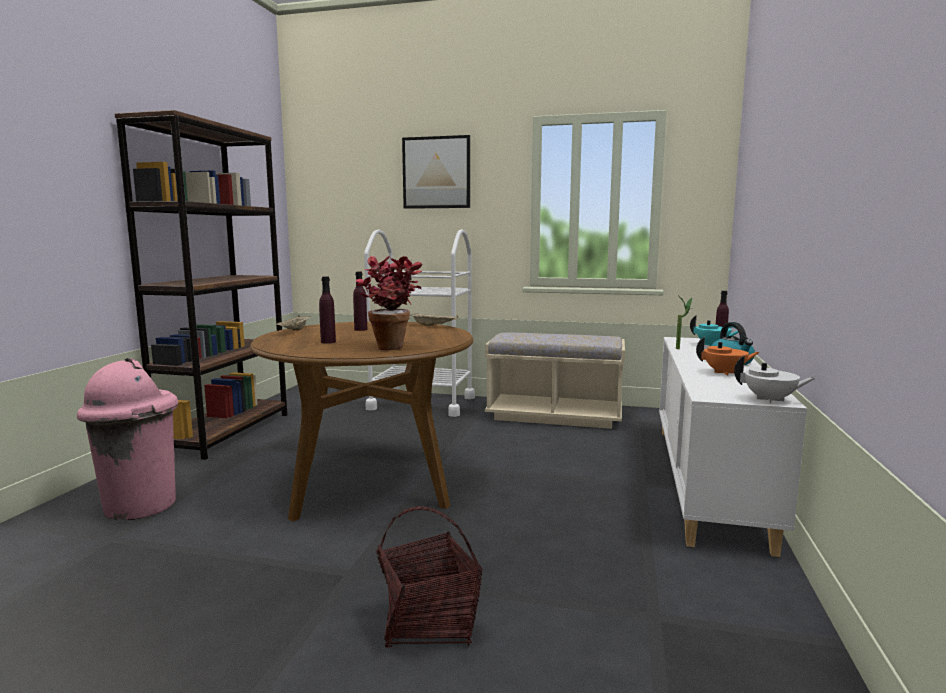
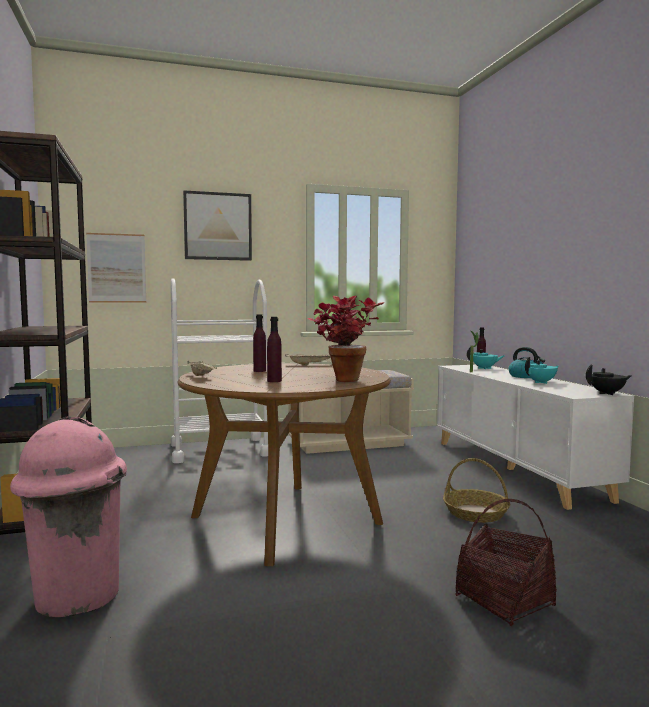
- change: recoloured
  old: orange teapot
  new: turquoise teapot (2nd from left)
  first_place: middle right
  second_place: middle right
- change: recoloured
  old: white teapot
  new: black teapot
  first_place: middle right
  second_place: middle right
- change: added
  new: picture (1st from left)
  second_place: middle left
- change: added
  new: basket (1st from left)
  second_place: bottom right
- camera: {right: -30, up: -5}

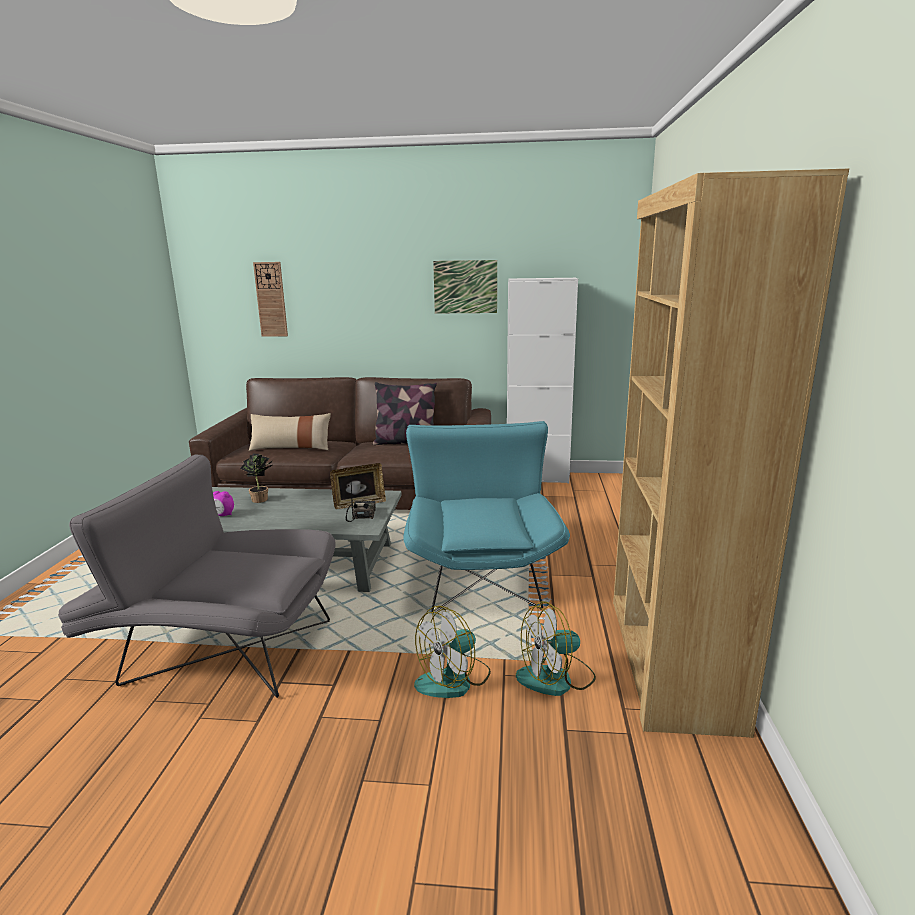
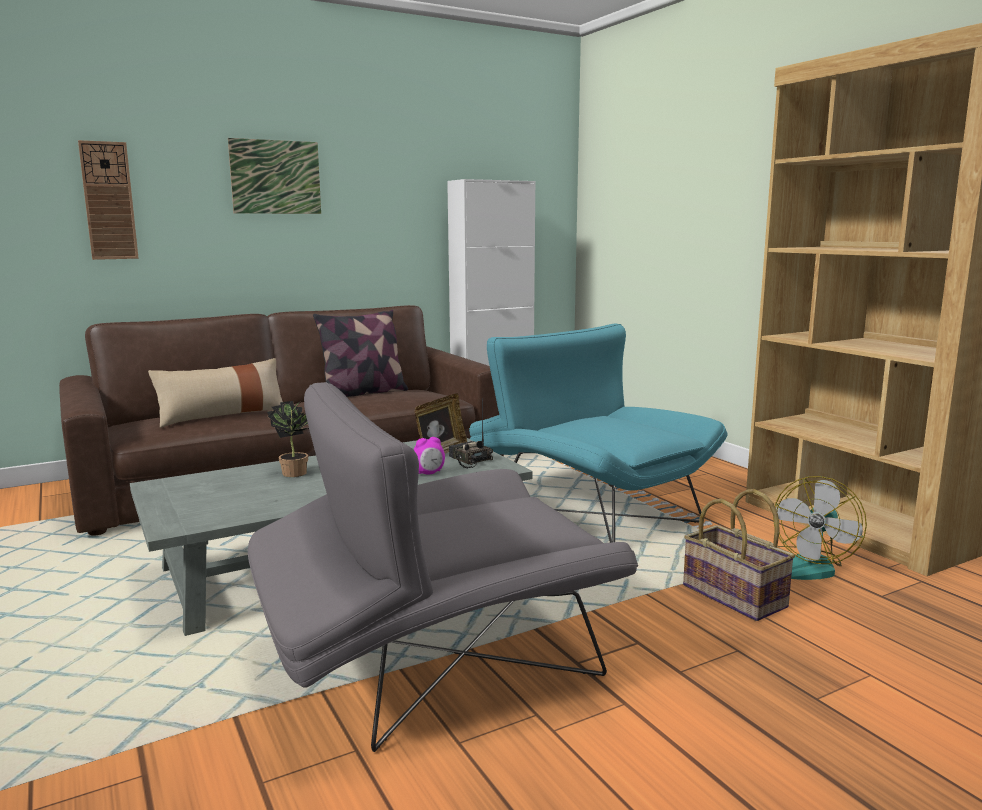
- change: moved
  old: alarm clock
  first_place: middle left
  second_place: centre
- change: replaced
  old: fan (1st from left)
  new: basket
  first_place: bottom centre
  second_place: bottom right
- change: moved
  old: picture
  first_place: top centre
  second_place: top left
- camera: {right: -35, up: -5}

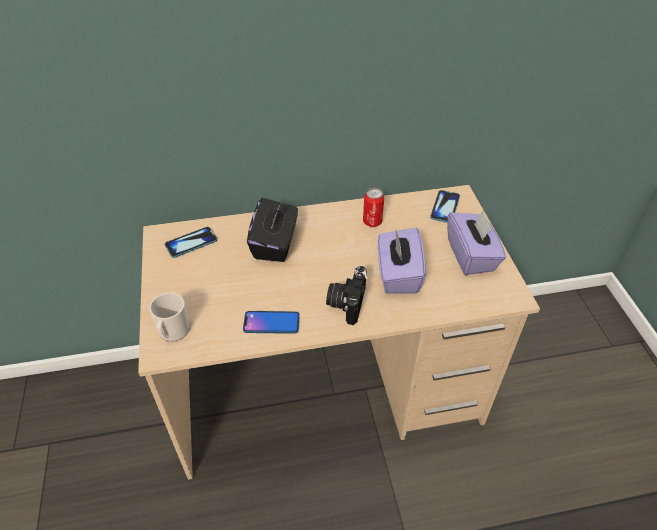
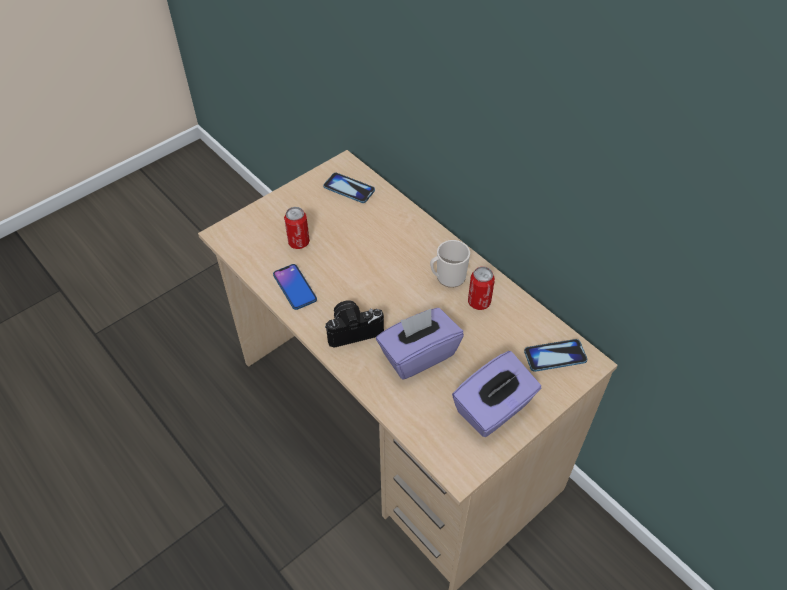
- change: moved
  old: mug
  first_place: middle left
  second_place: centre
- change: removed
  old: black tissue box
  first_place: centre
- change: added
  new: can (1st from left)
  second_place: centre
- camera: {right: 60, up: 5}

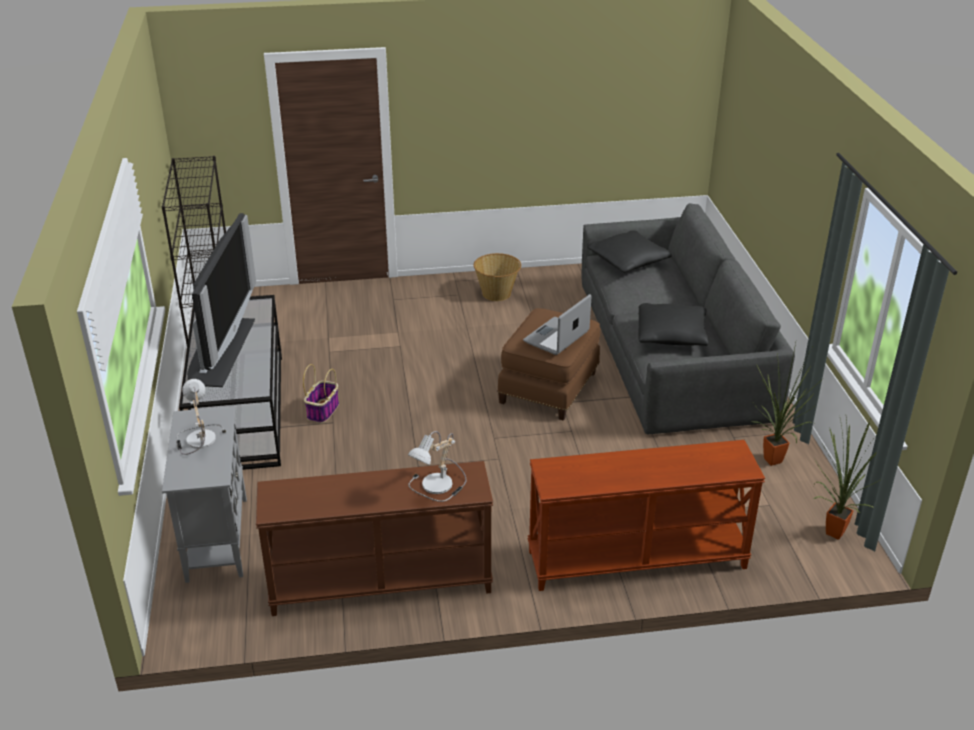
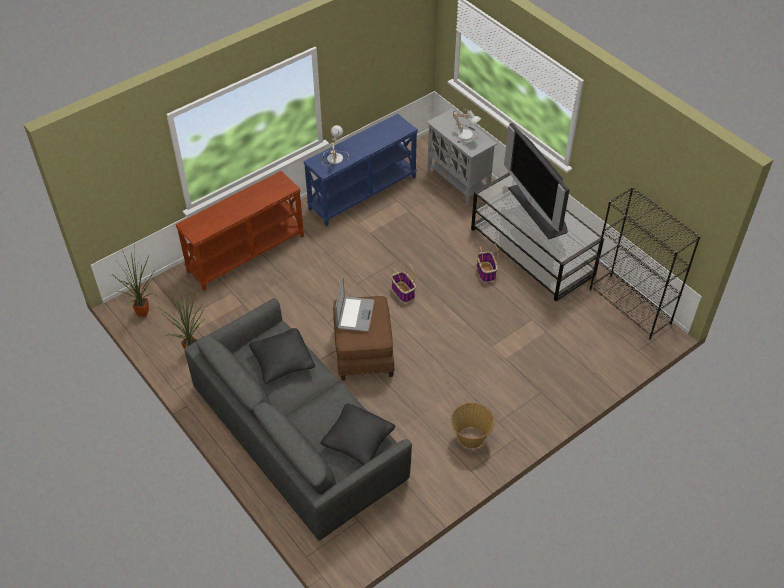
- change: recoloured
  old: brown console table (1st from left)
  new: blue console table
  first_place: bottom centre
  second_place: top centre
- change: added
  new: basket (1st from left)
  second_place: centre
- camera: {right: 150, up: 15}

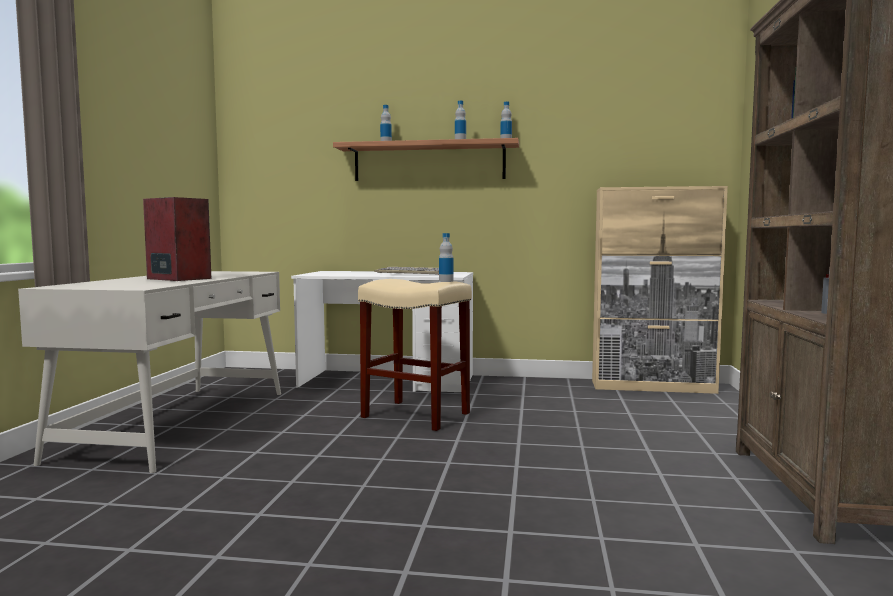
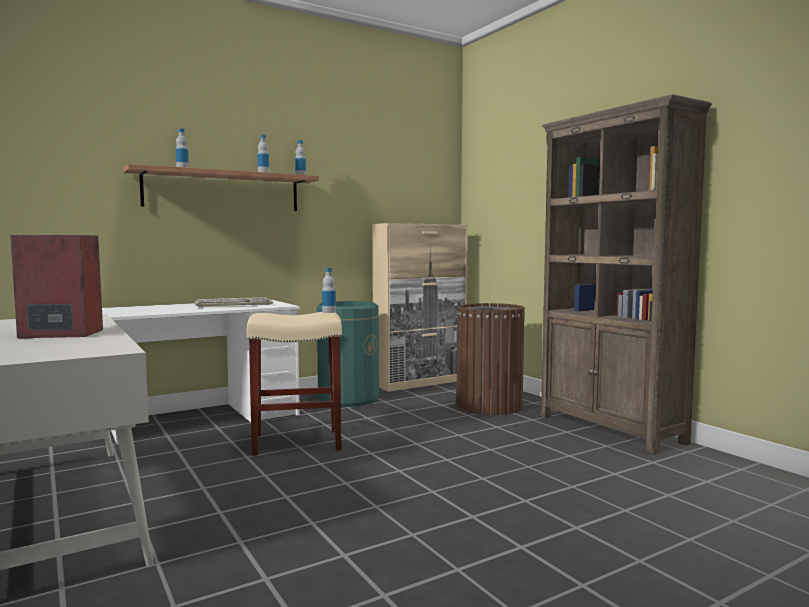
- change: added
  new: green trash can
  second_place: centre
- change: added
  new: brown trash can
  second_place: centre
- camera: {right: -40, up: 0}

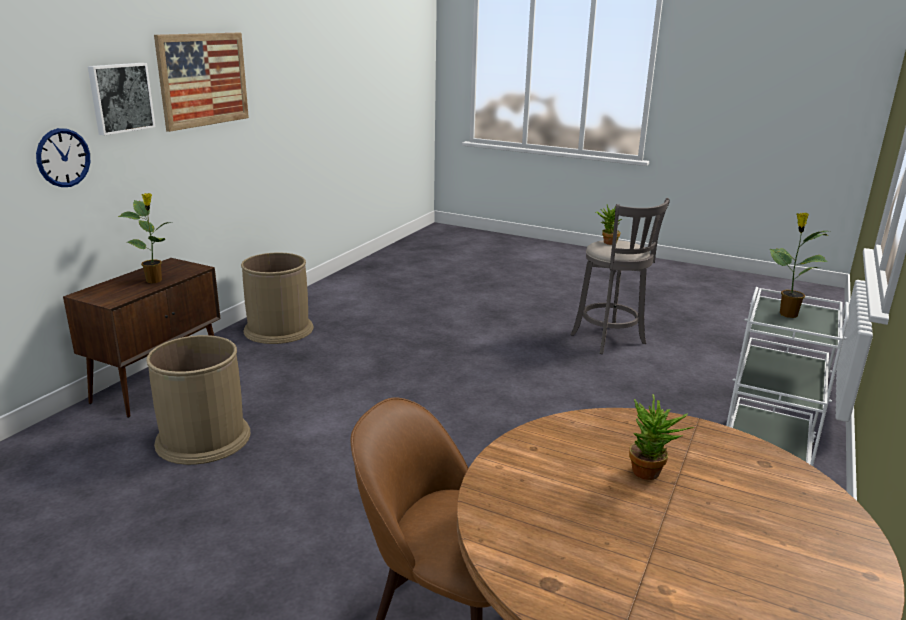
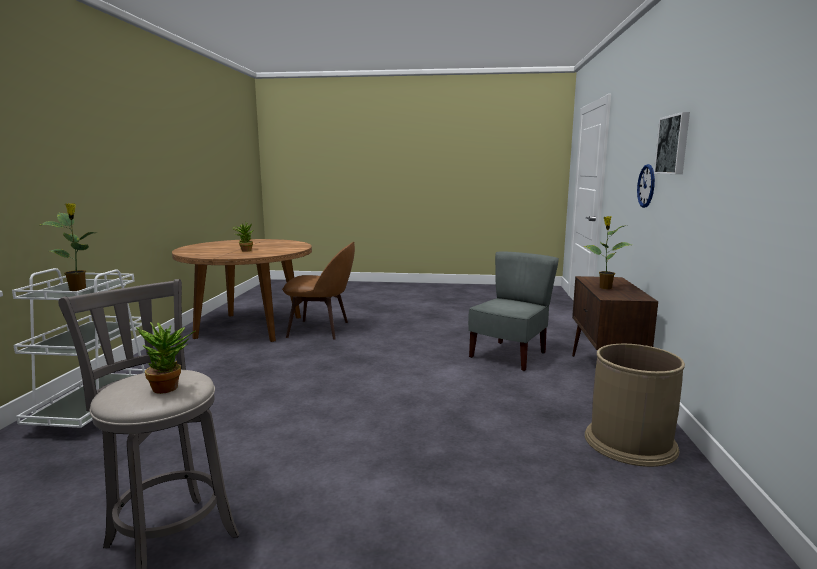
- change: replaced
  old: brown trash can (1st from left)
  new: grey chair
  first_place: middle left
  second_place: centre
- change: removed
  old: picture (2nd from left)
  first_place: top left
- camera: {right: 160, up: -10}

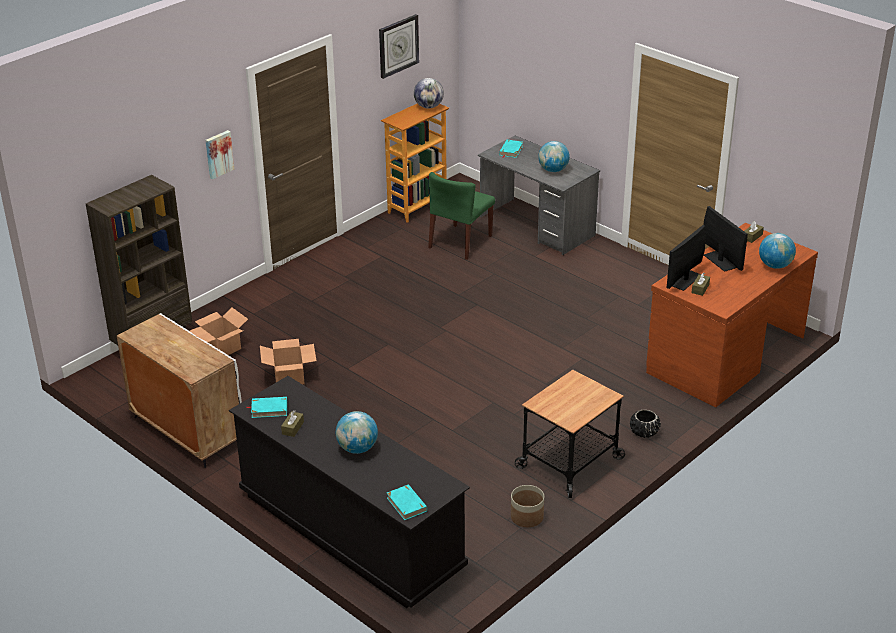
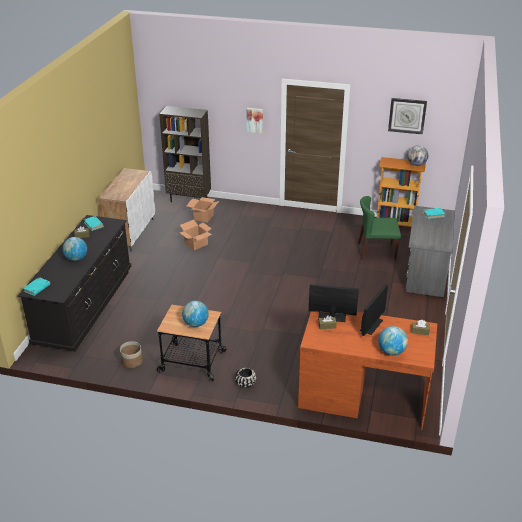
- change: moved
  old: globe (3rd from left in the first image)
  new: globe (2nd from left)
  first_place: top centre
  second_place: centre
- camera: {right: 60, up: 0}

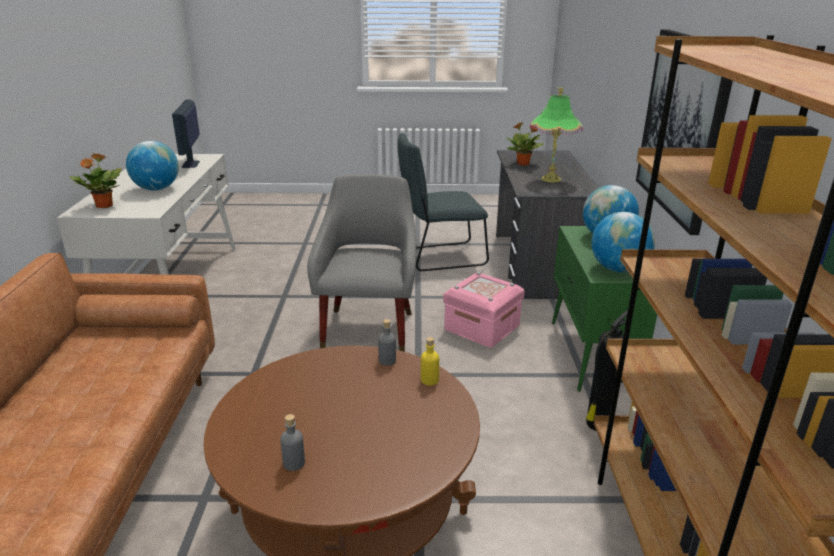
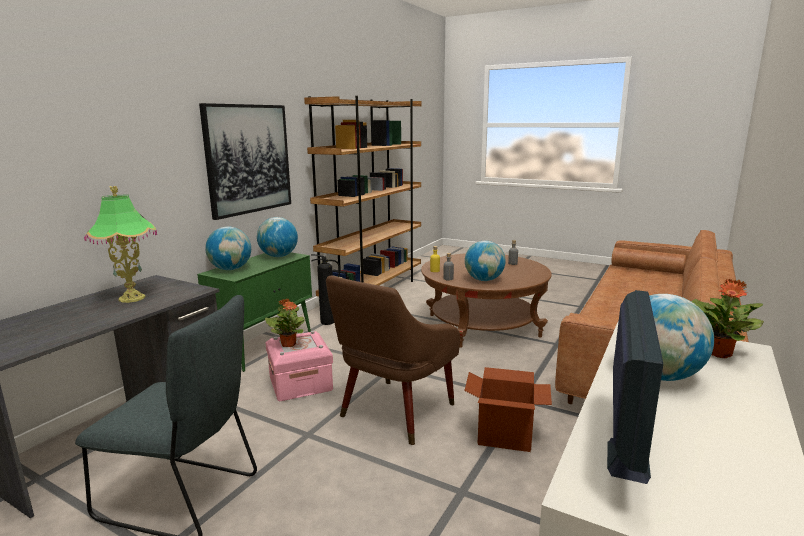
- change: recoloured
  old: grey armchair
  new: brown armchair
  first_place: centre
  second_place: bottom centre
- change: moved
  old: potted plant (2nd from left in the first image)
  new: potted plant (1st from left)
  first_place: top centre
  second_place: centre
- change: added
  new: cardboard box
  second_place: bottom centre
- change: added
  new: globe (3rd from left)
  second_place: centre
- camera: {right: -150, up: -10}

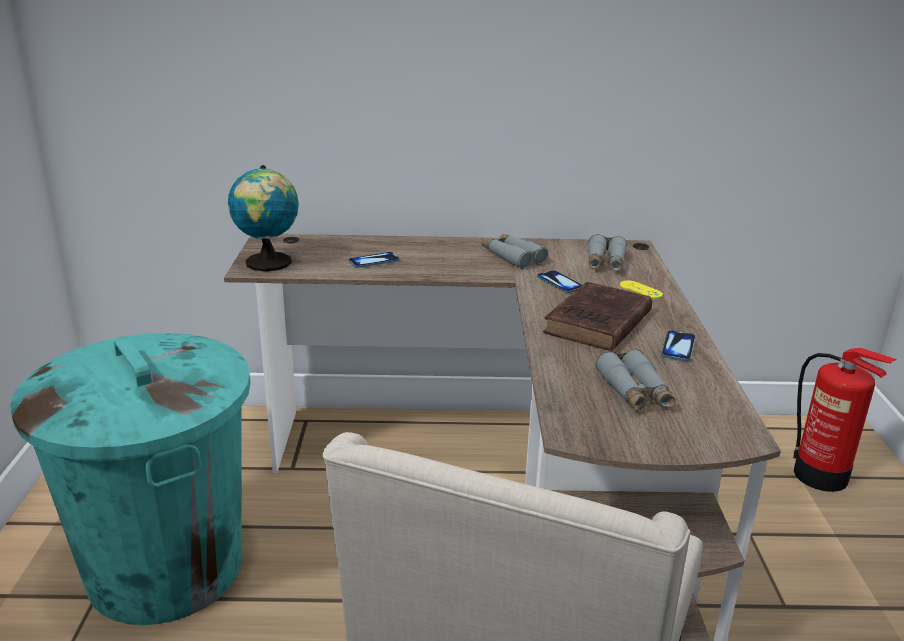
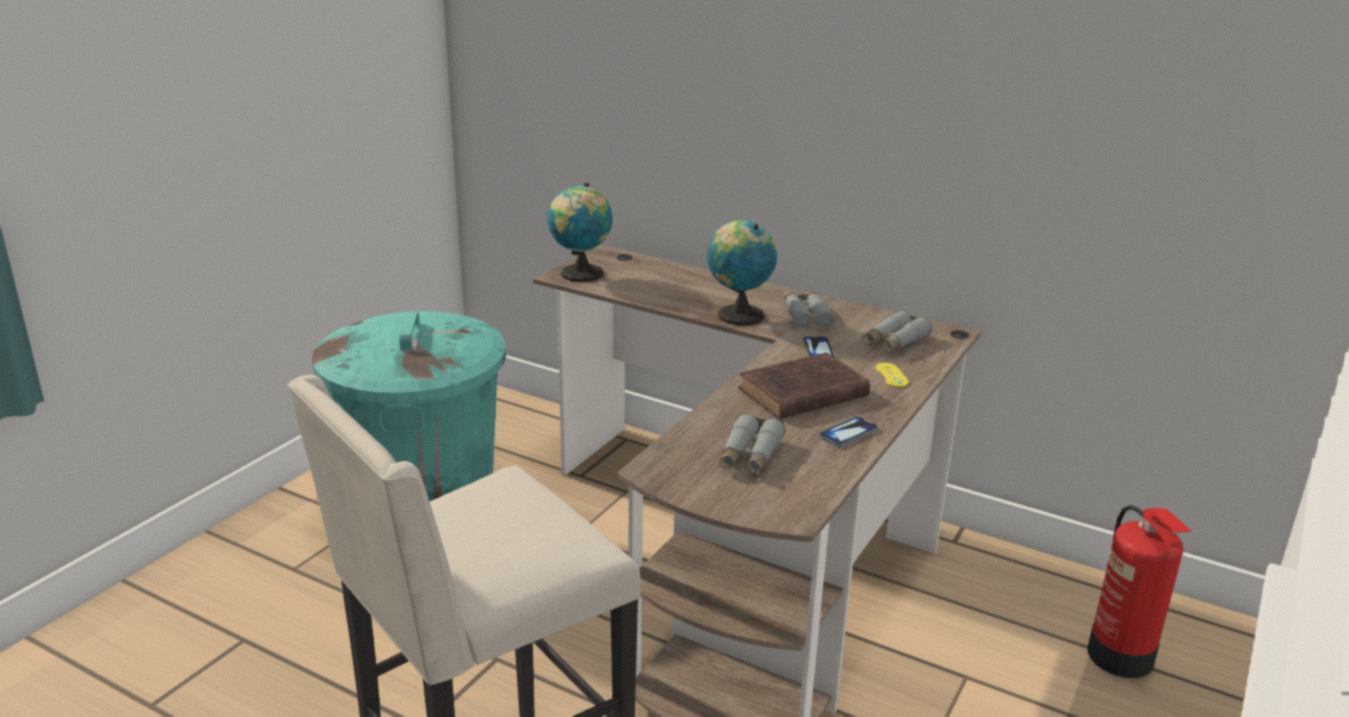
- change: removed
  old: phone (1st from left)
  first_place: centre
- change: added
  new: globe (2nd from left)
  second_place: centre
- camera: {right: 30, up: 0}

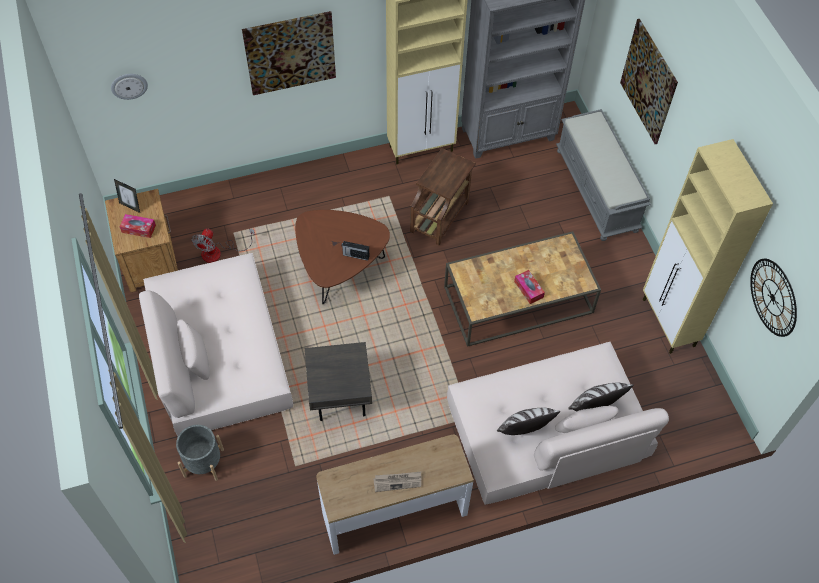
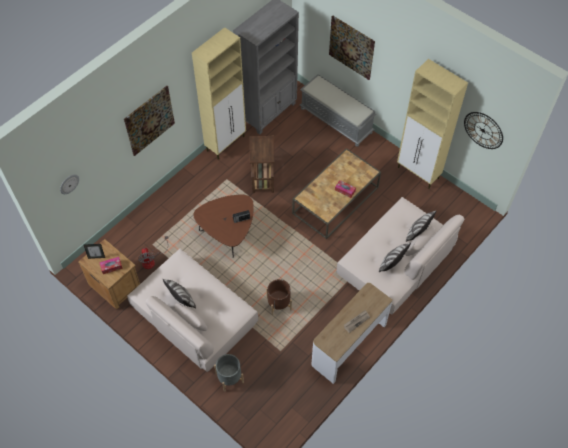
- change: replaced
  old: grey side table
  new: brown planter
  first_place: centre
  second_place: centre
- change: added
  new: pillow (1st from left)
  second_place: middle left
- camera: {right: -30, up: 0}

